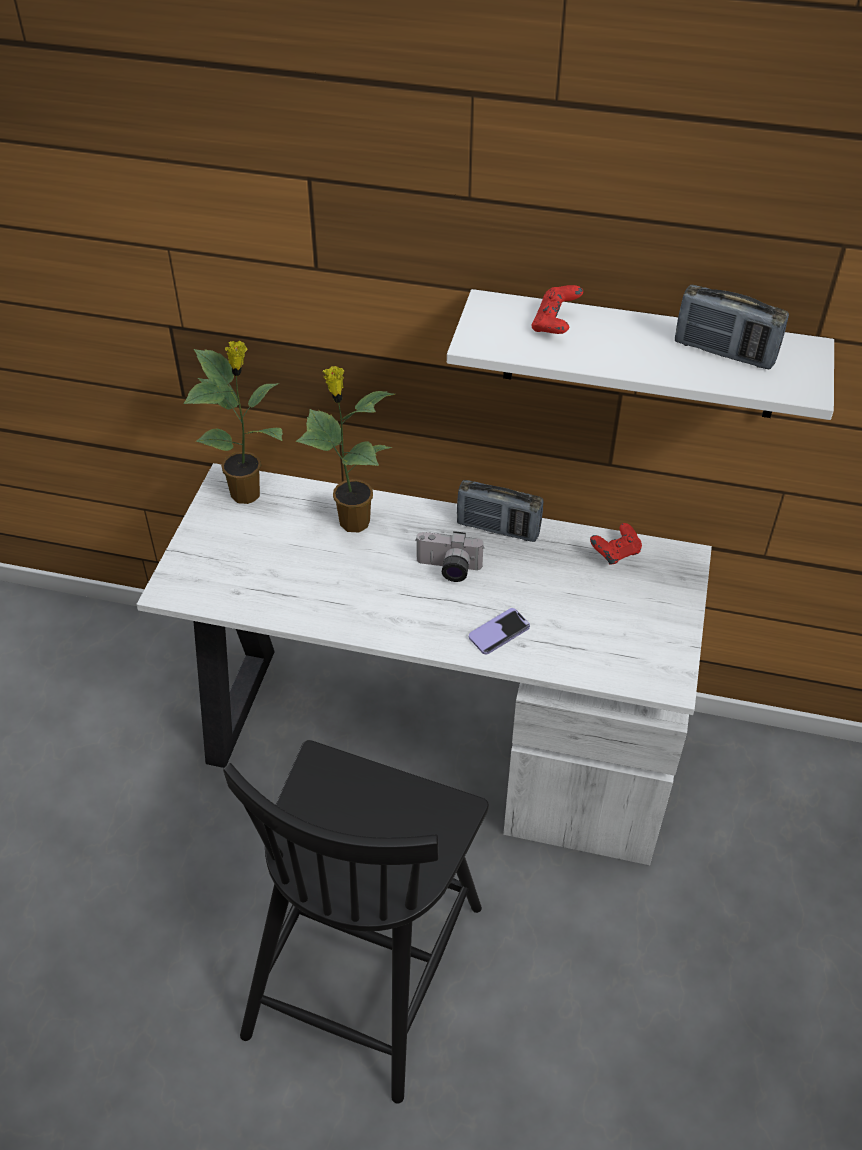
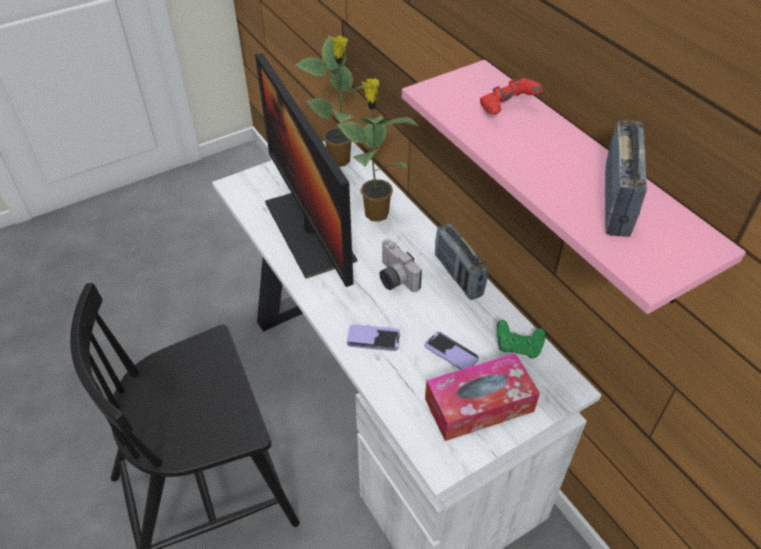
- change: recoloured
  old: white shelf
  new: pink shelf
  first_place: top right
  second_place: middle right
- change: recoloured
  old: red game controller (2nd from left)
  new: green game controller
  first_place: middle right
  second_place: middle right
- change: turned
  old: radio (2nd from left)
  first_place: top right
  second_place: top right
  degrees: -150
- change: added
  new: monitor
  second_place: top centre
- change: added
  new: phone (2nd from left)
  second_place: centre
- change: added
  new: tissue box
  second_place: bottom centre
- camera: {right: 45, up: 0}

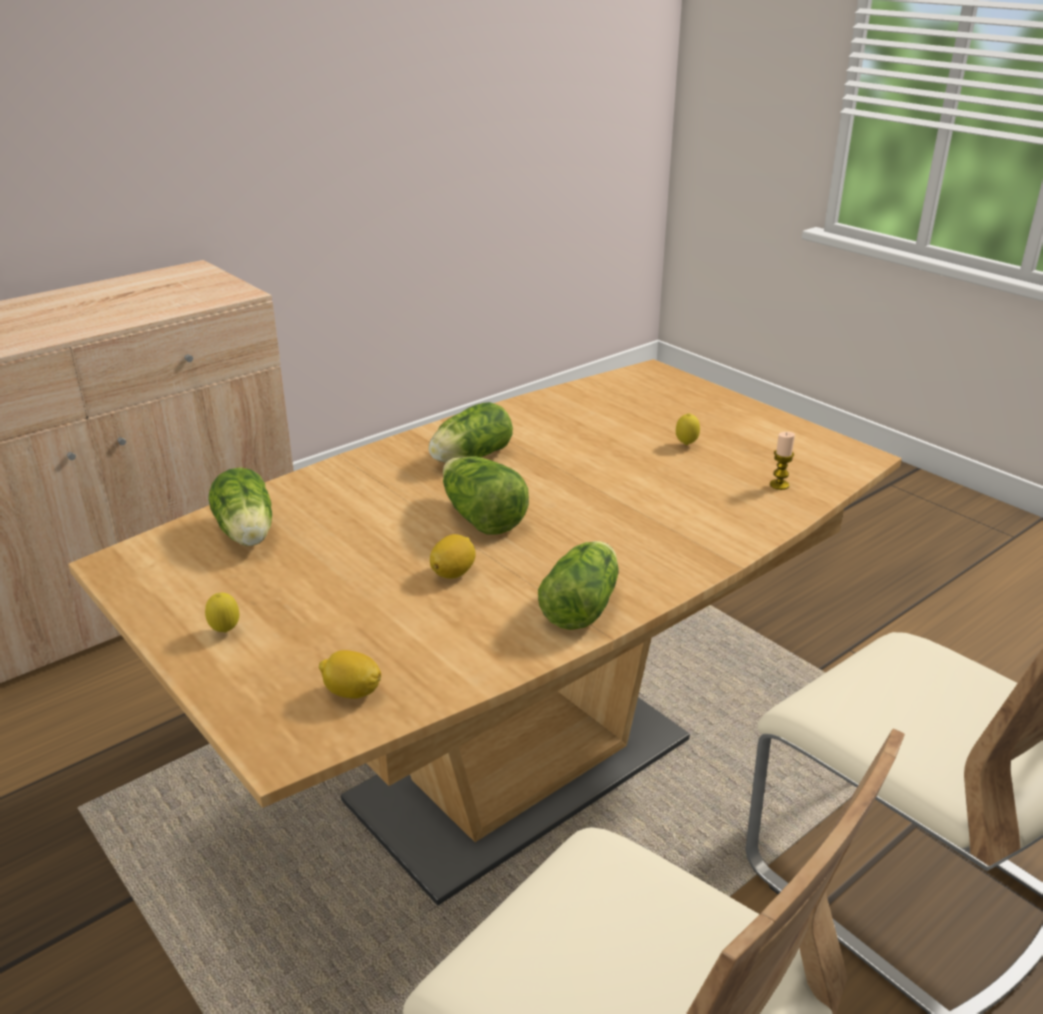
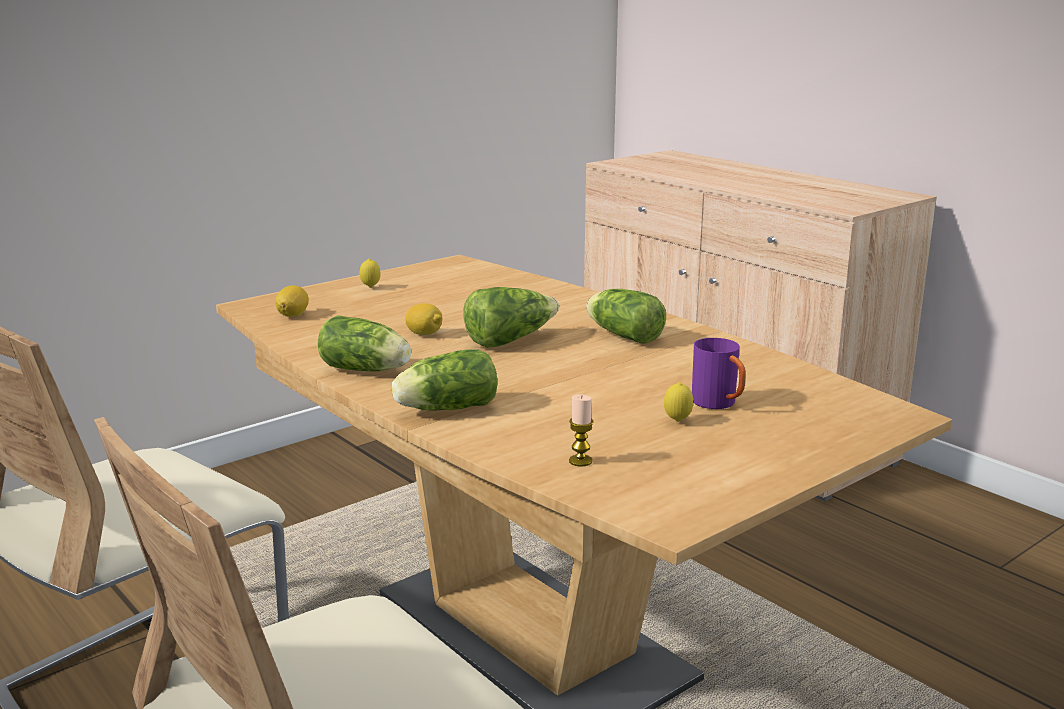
- change: moved
  old: lettuce (1st from left in the first image)
  new: lettuce (2nd from left)
  first_place: middle left
  second_place: centre
- change: added
  new: purple mug
  second_place: middle right
- camera: {right: 90, up: -10}

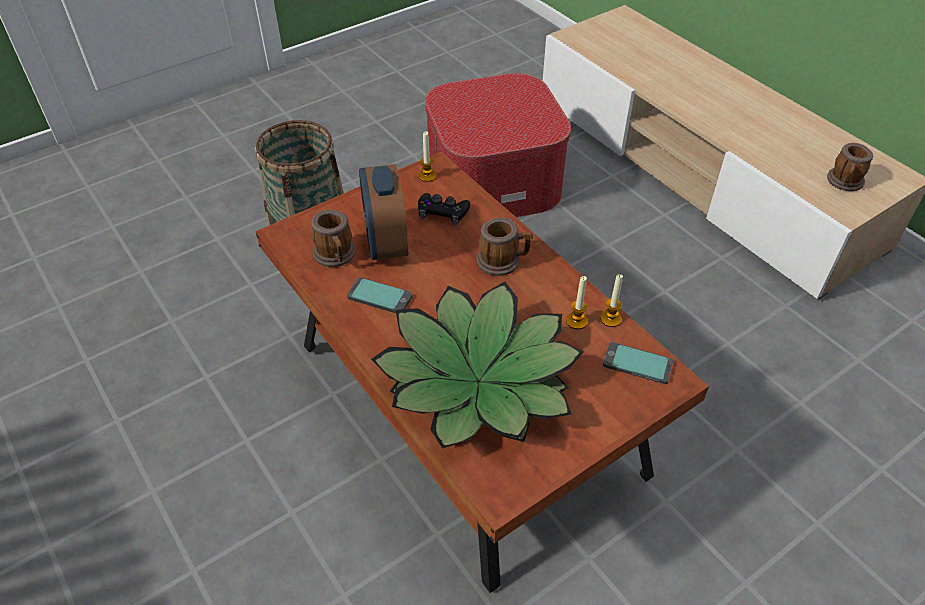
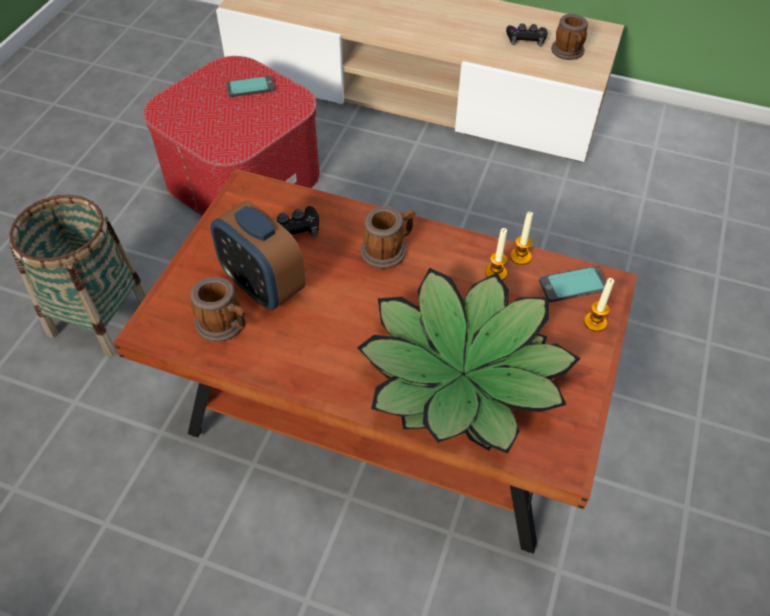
- change: moved
  old: phone (1st from left)
  first_place: centre
  second_place: top left
- change: moved
  old: candle (1st from left in the first image)
  new: candle (3rd from left)
  first_place: top centre
  second_place: middle right
- change: added
  new: black game controller (2nd from left)
  second_place: top right
- camera: {right: -35, up: 5}

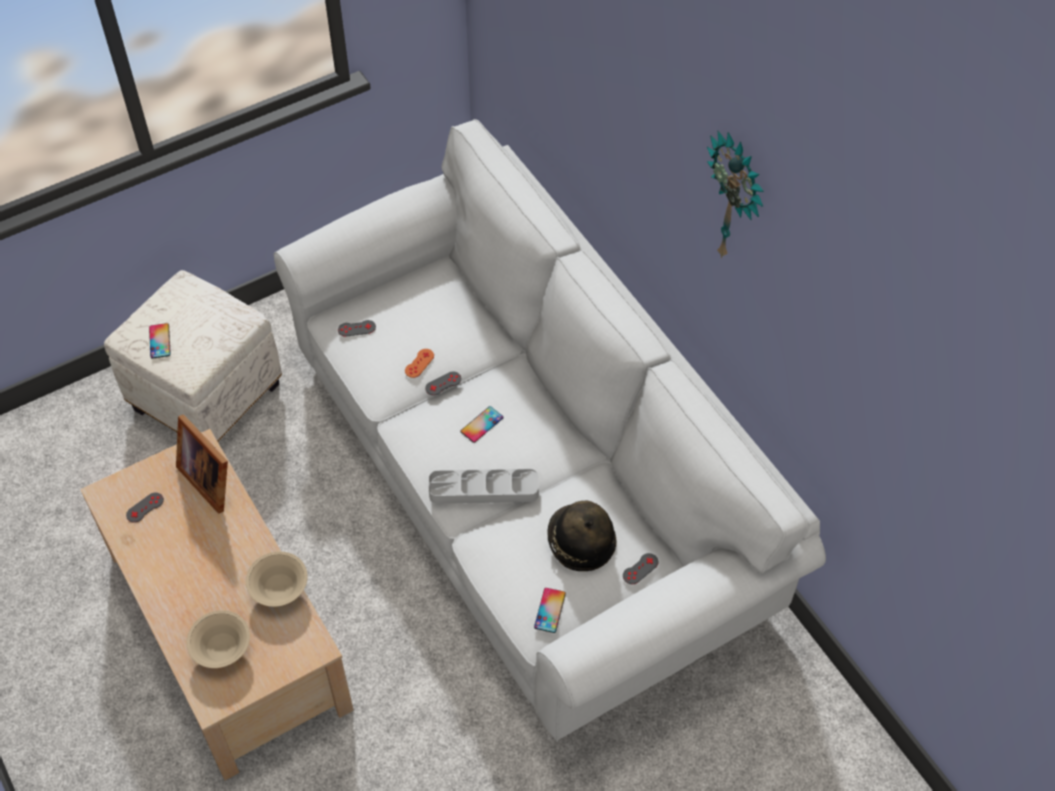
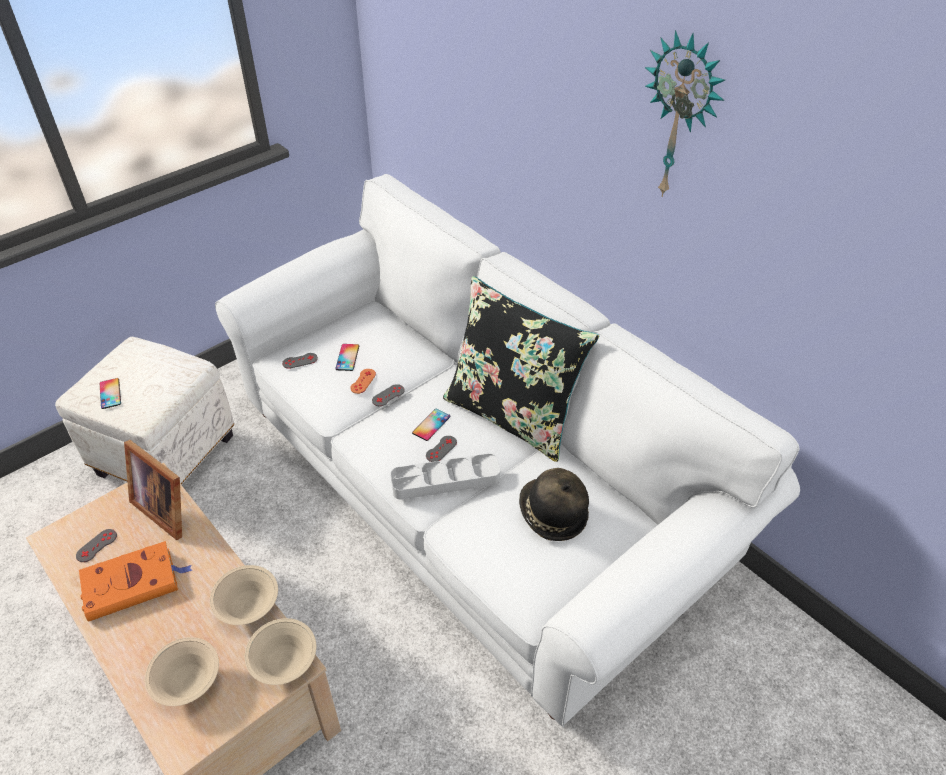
- change: moved
  old: phone (3rd from left in the first image)
  new: phone (2nd from left)
  first_place: bottom centre
  second_place: centre
- change: moved
  old: grey game controller (4th from left)
  first_place: bottom centre
  second_place: centre
- change: added
  new: orange book
  second_place: bottom left
- change: added
  new: beige bowl (3rd from left)
  second_place: bottom left
- change: added
  new: black pillow
  second_place: centre
- camera: {right: -10, up: -10}

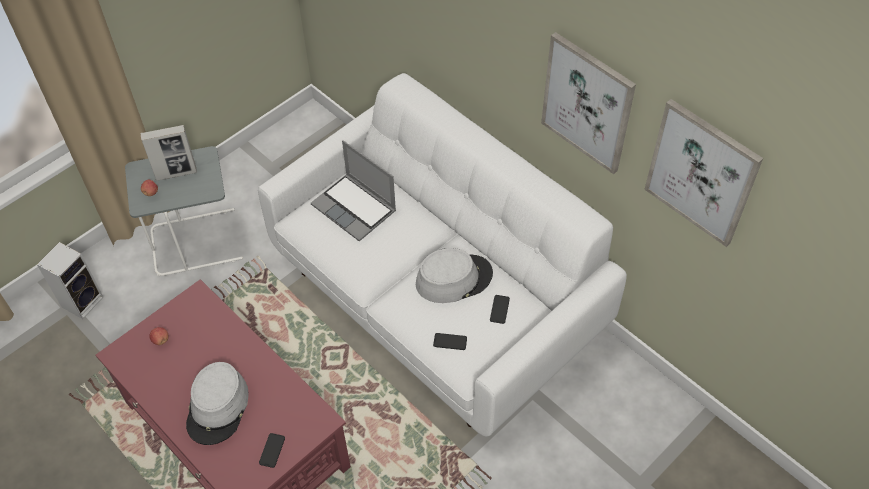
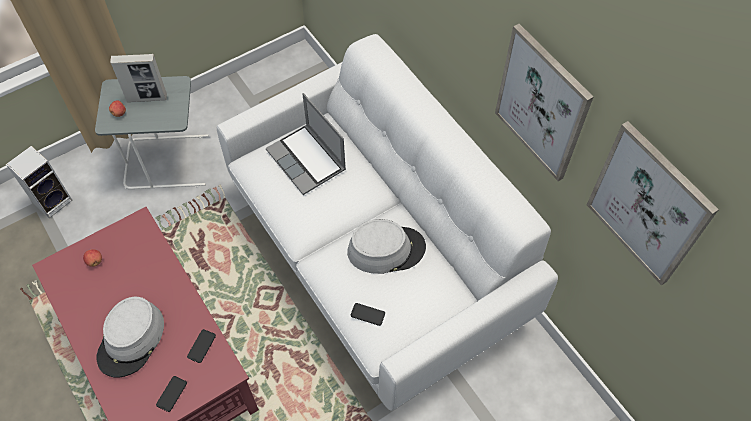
- change: moved
  old: phone (3rd from left in the first image)
  new: phone (2nd from left)
  first_place: centre
  second_place: bottom left
- camera: {right: 10, up: 5}

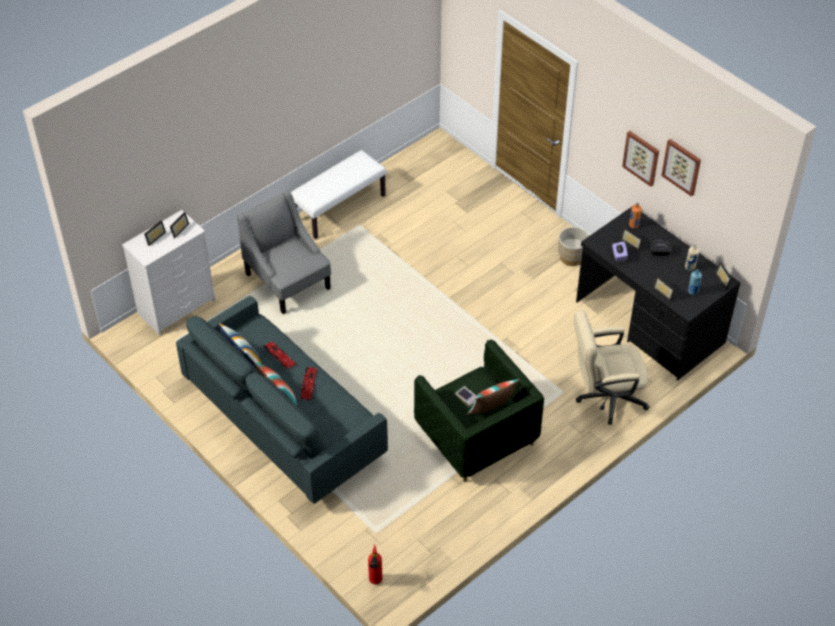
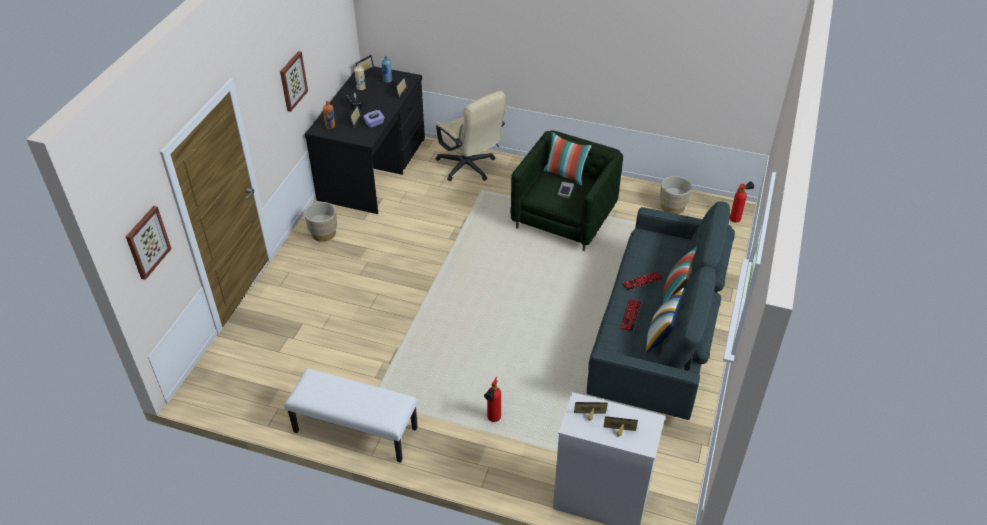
- change: replaced
  old: grey armchair
  new: fire extinguisher (1st from left)
  first_place: centre
  second_place: bottom centre
- change: moved
  old: picture (2nd from left in the first image)
  new: picture (1st from left)
  first_place: top right
  second_place: middle left
- change: added
  new: beige planter (2nd from left)
  second_place: middle right
- camera: {right: -120, up: -5}

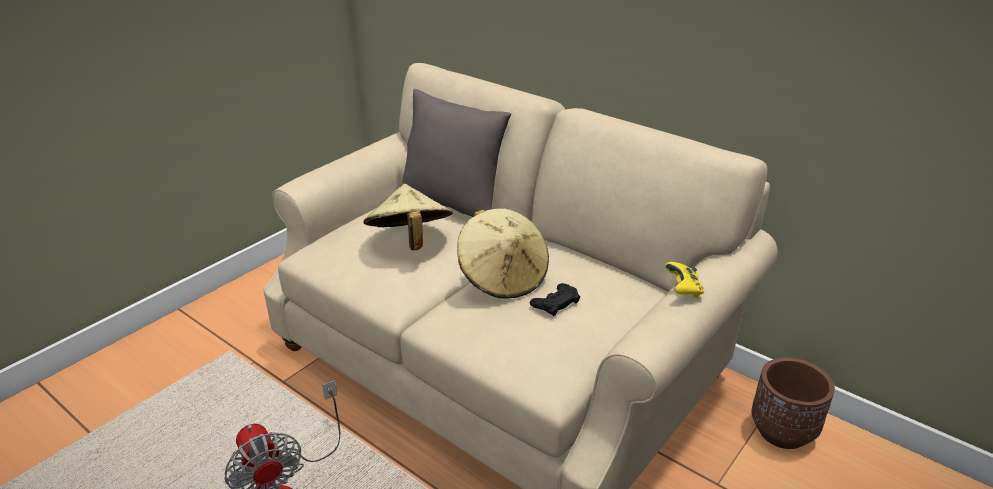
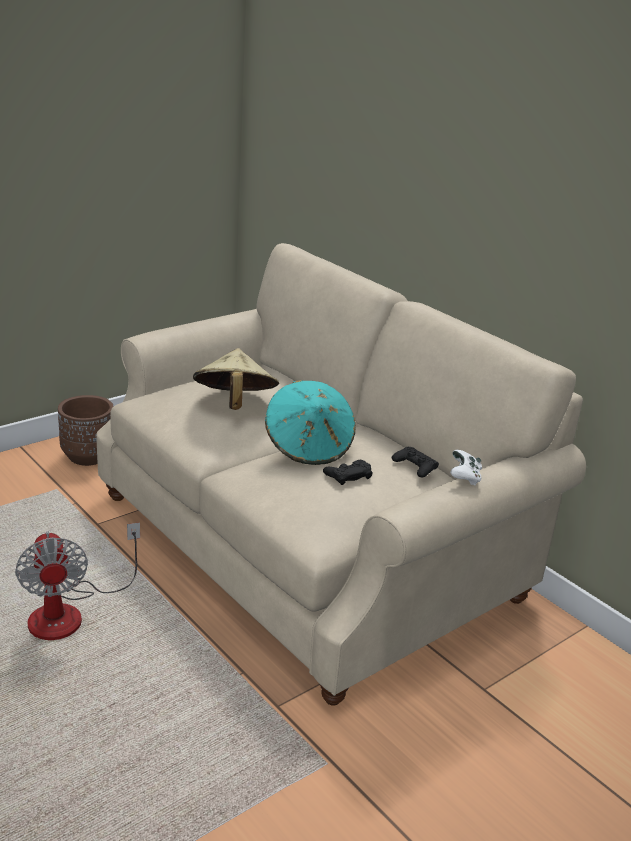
- change: removed
  old: grey pillow
  first_place: top centre
- change: recoloured
  old: beige hat (2nd from left)
  new: turquoise hat
  first_place: centre
  second_place: centre
- change: recoloured
  old: yellow game controller
  new: white game controller
  first_place: middle right
  second_place: middle right
- change: moved
  old: brown planter
  first_place: bottom right
  second_place: middle left
- change: added
  new: black game controller (2nd from left)
  second_place: centre
- camera: {right: 10, up: -5}

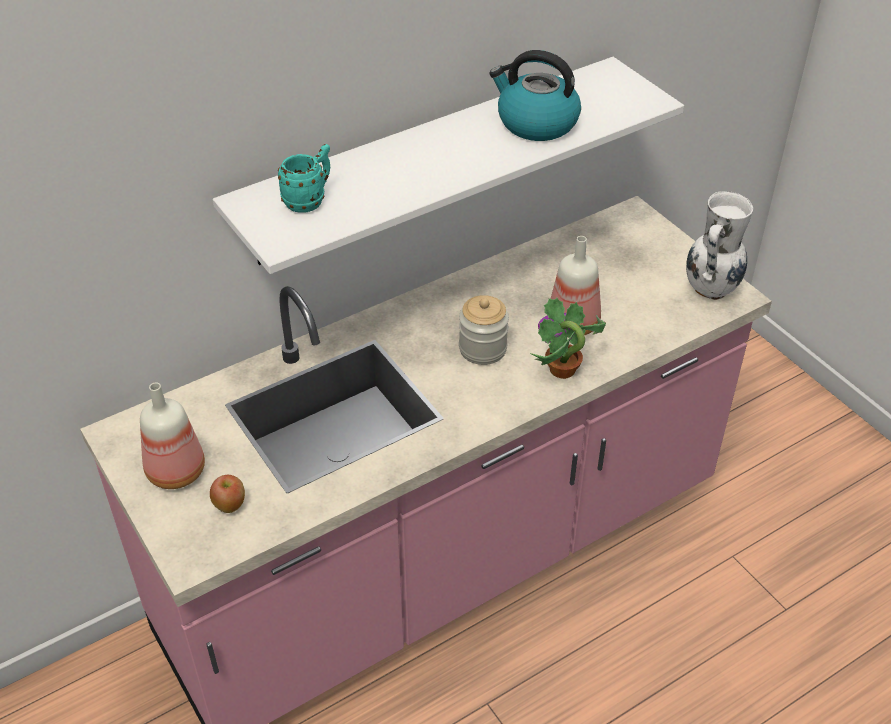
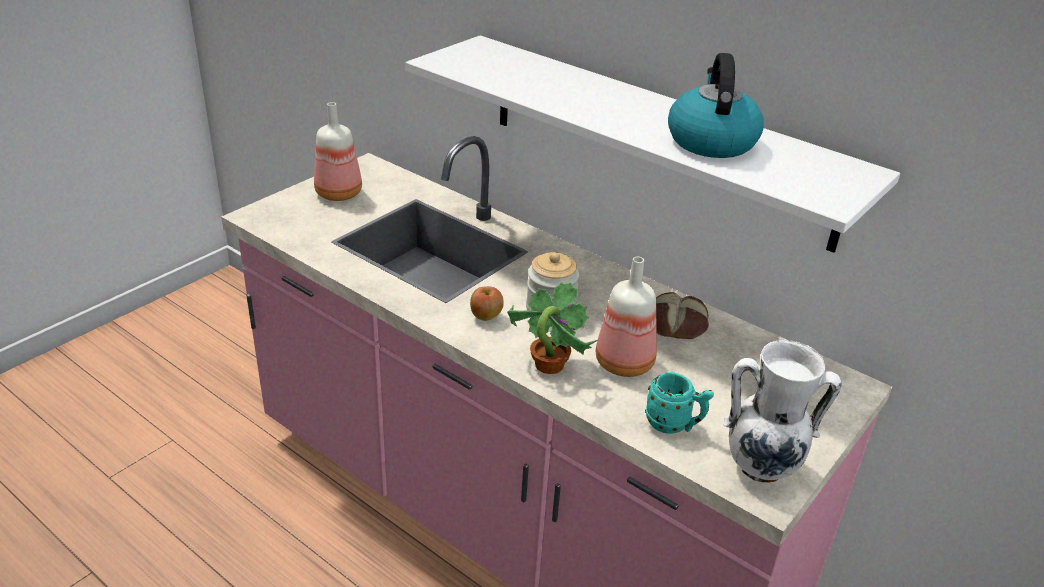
- change: moved
  old: apple
  first_place: bottom left
  second_place: centre
- change: moved
  old: turquoise mug
  first_place: top centre
  second_place: bottom centre
- change: added
  new: bread
  second_place: centre
- camera: {right: 70, up: -10}

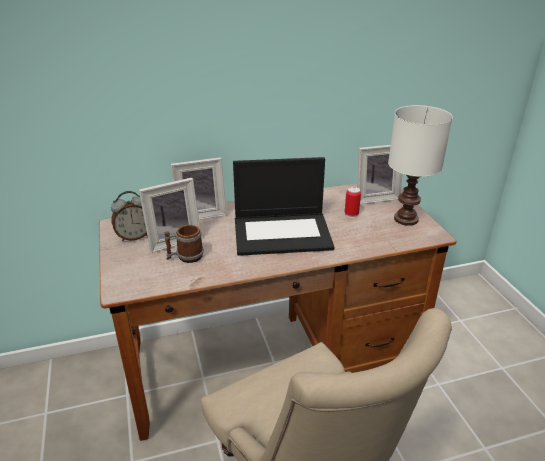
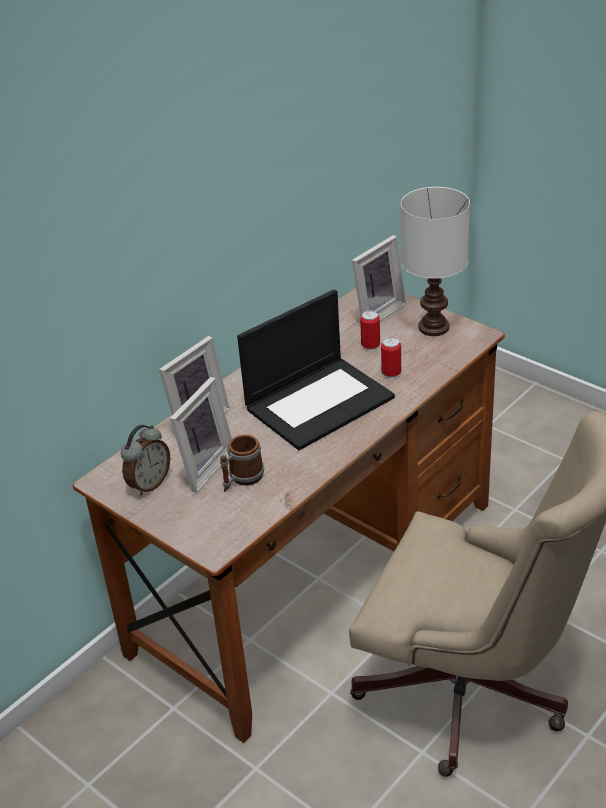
- change: added
  new: can (2nd from left)
  second_place: centre
- camera: {right: -30, up: 5}

